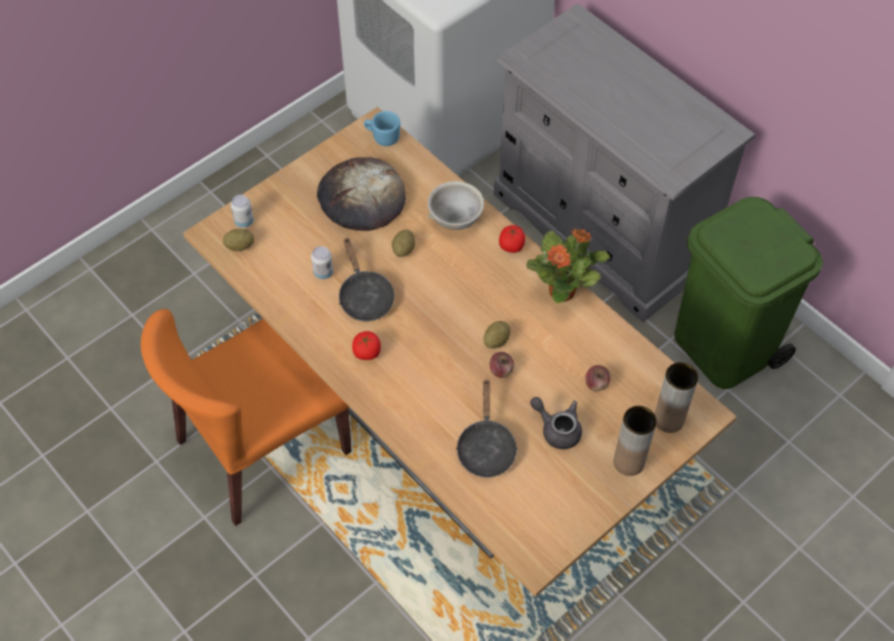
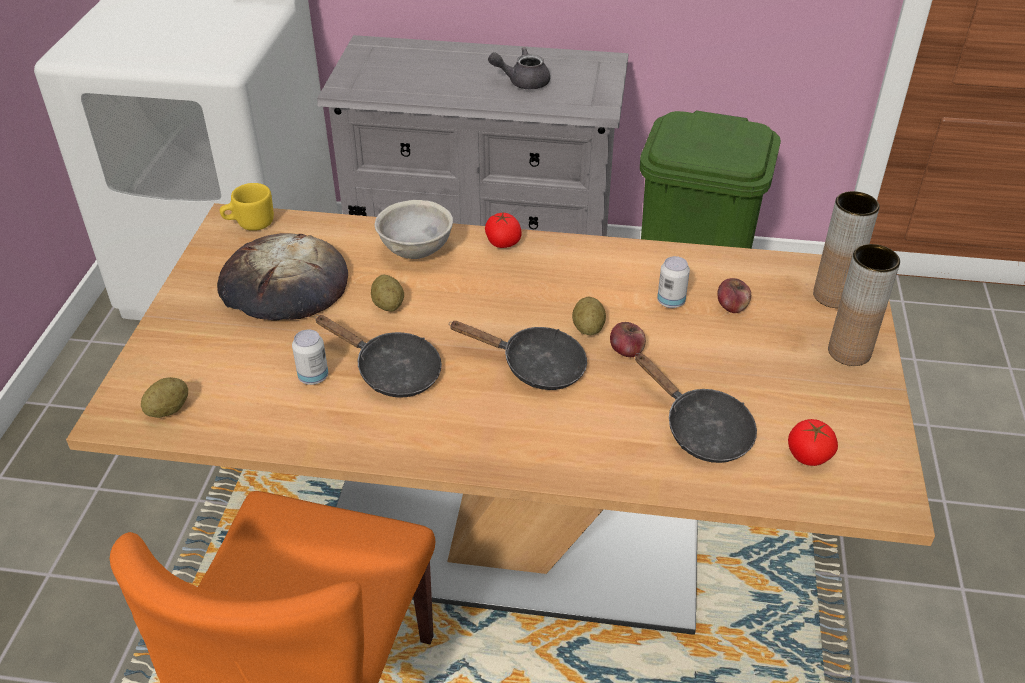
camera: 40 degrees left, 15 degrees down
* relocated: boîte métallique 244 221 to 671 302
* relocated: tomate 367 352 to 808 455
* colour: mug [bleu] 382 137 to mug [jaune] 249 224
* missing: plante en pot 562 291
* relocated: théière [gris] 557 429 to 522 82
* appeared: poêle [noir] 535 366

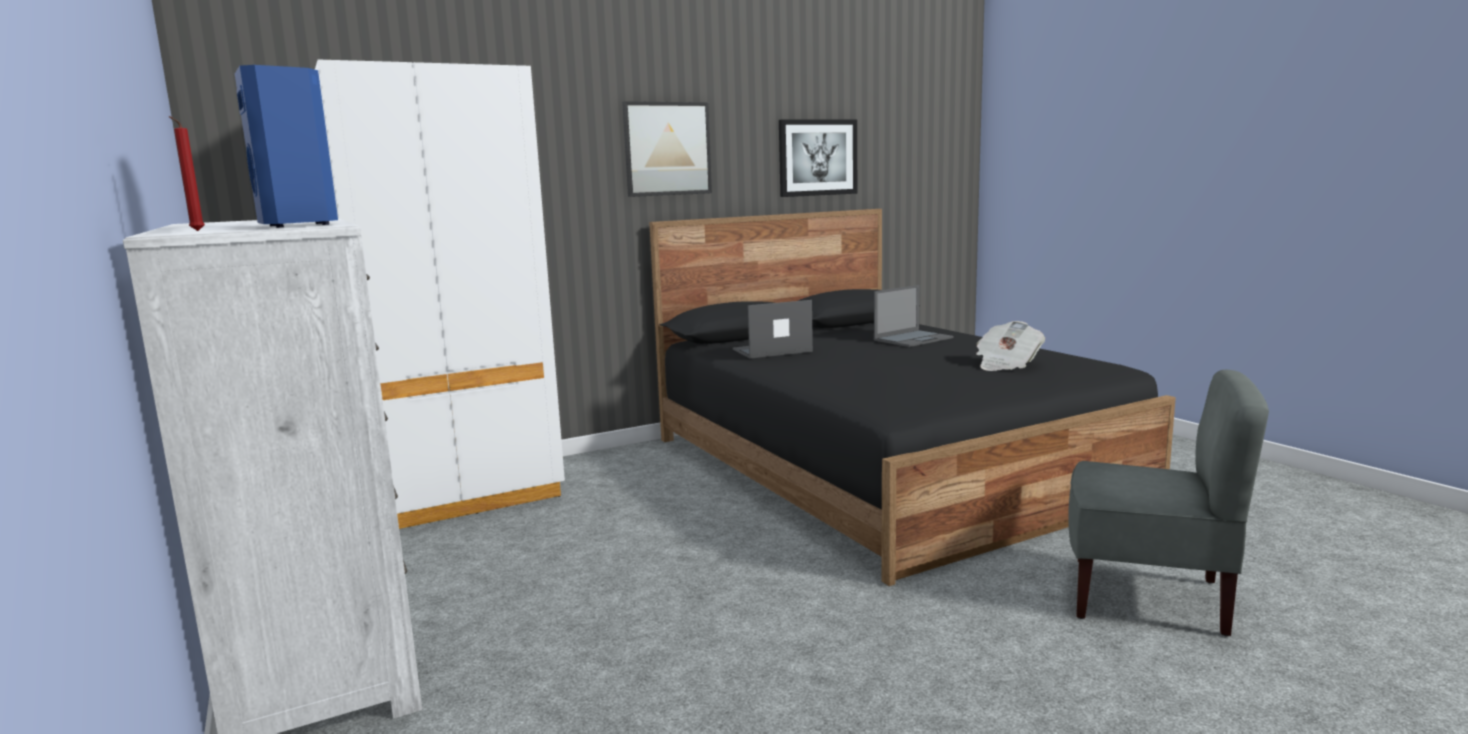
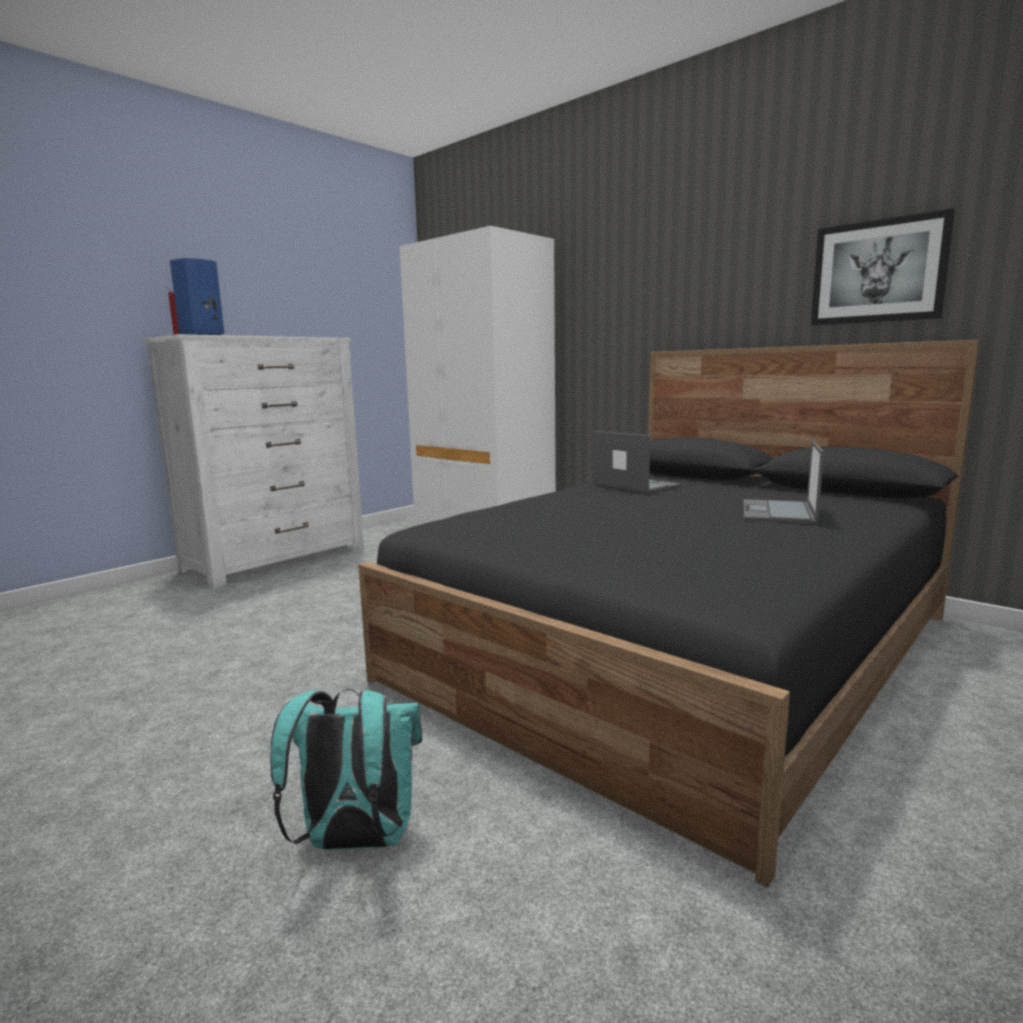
camera: 70 degrees right, 0 degrees up
* missing: tableau 667 149
* spun: ordinateur portable 913 339 = 778 512 75 degrees clockwise
* missing: journal 1006 365
* exchanged: chaise [gris] 1148 598 to sac à dos [turquoise] 355 841

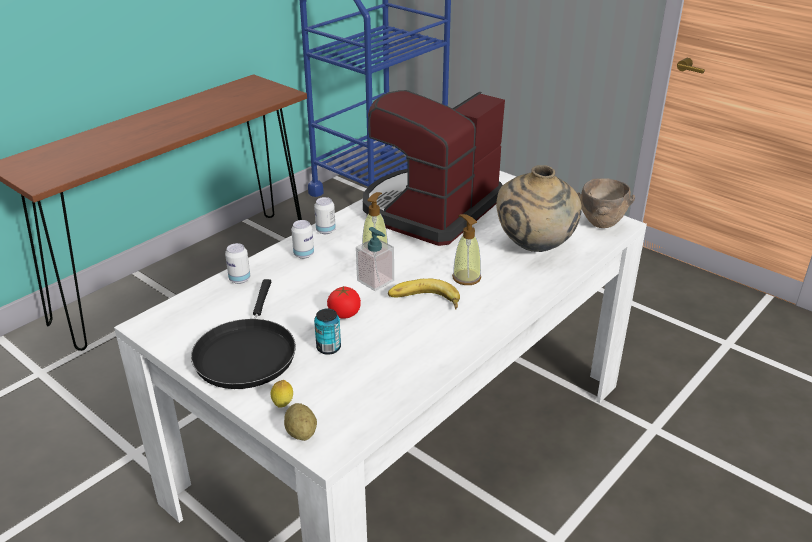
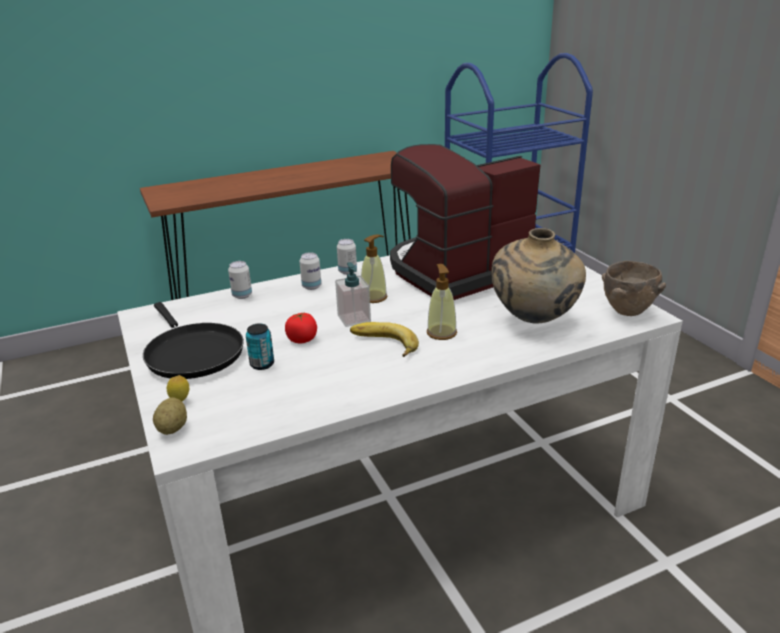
camera: 25 degrees right, 5 degrees down
* spun: poêle [noir] 246 353 = 192 353 60 degrees counterclockwise

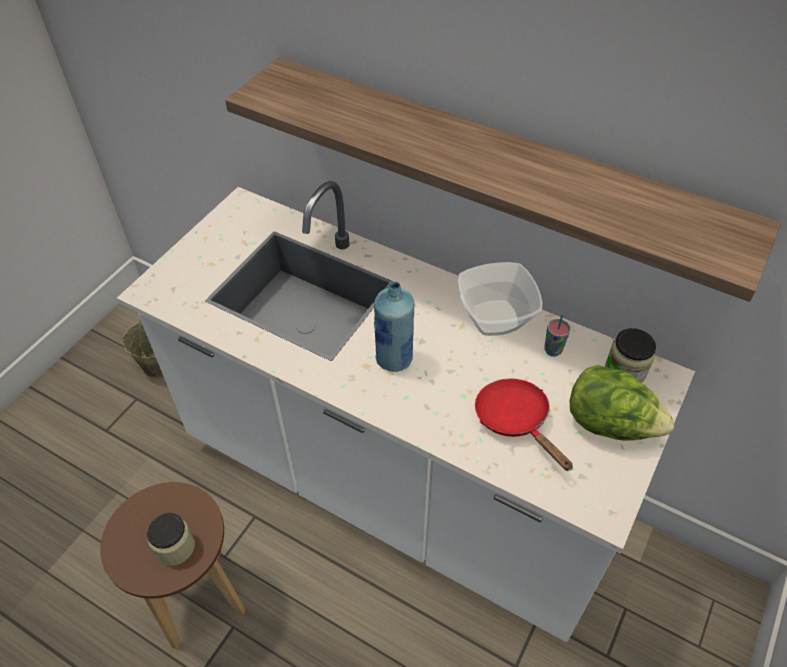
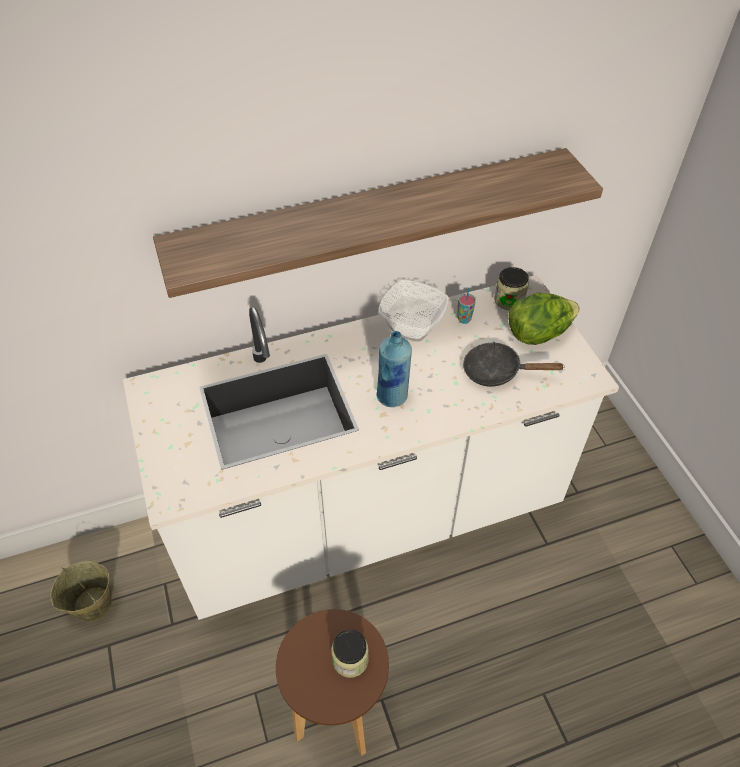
camera: 50 degrees left, 0 degrees up
* colour: poêle [rouge] 516 421 to poêle [noir] 497 371

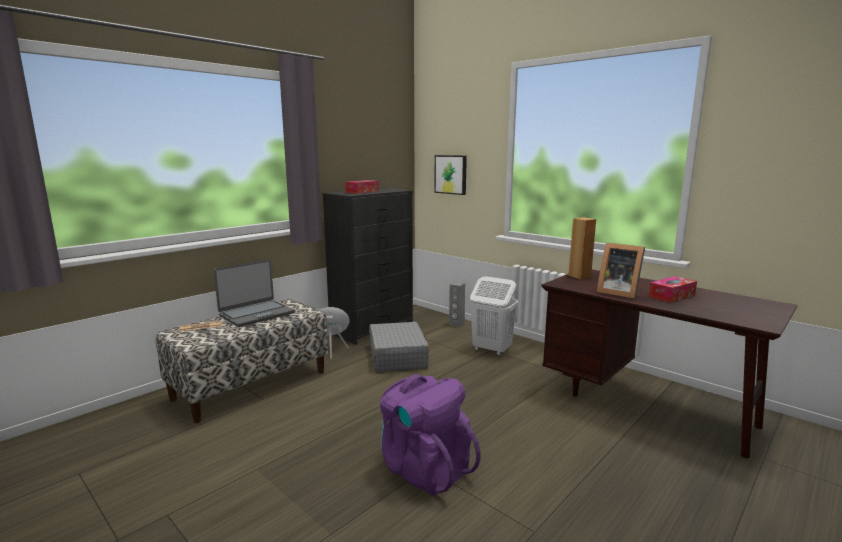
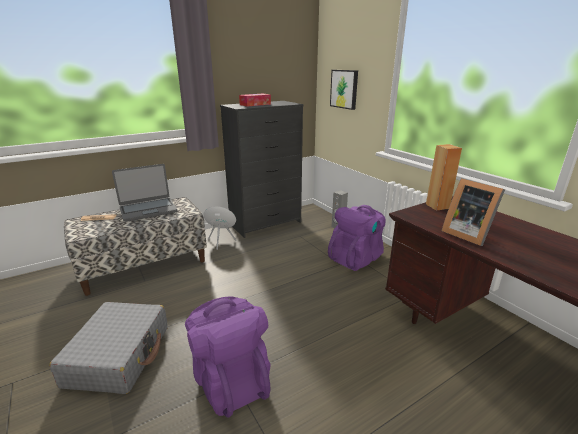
camera: 15 degrees right, 10 degrees up
* relocated: valise [gris] 397 356 to 119 355
* exchanged: panier à linge [blanc] 491 350 to sac à dos [violet] 356 258
* missing: boîte à mouchoirs 671 296

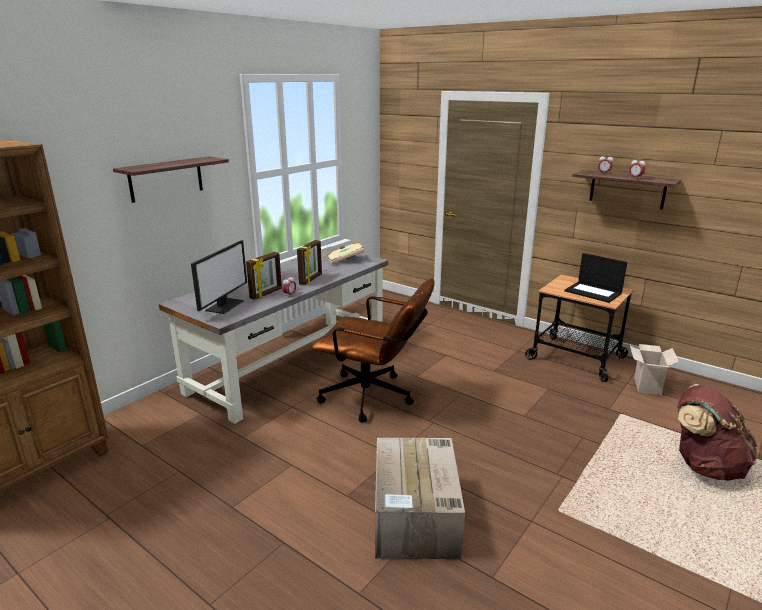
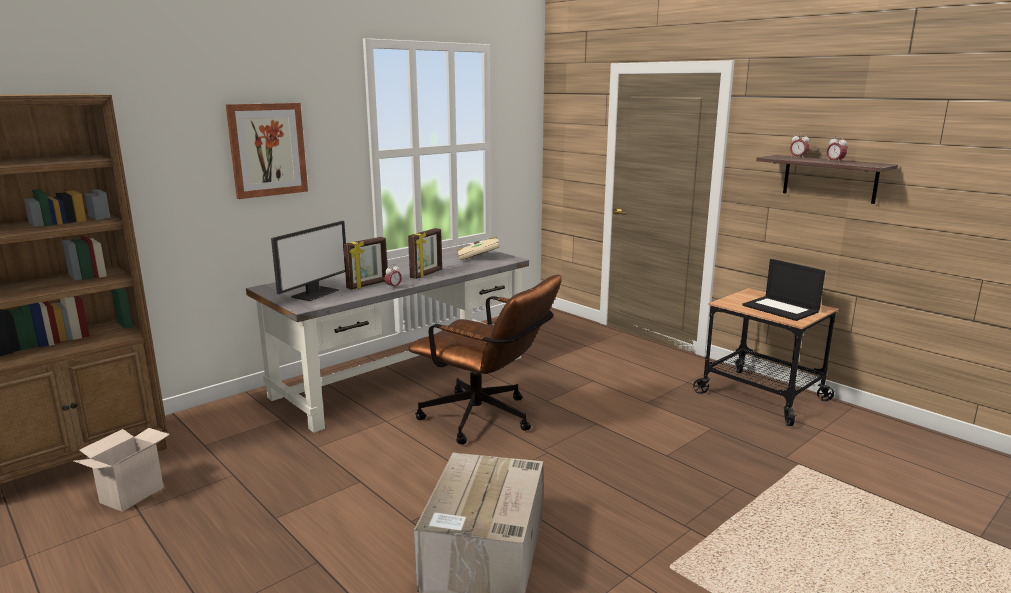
camera: 10 degrees right, 5 degrees down
* exchanged: étagère 166 179 to tableau 267 150
* relocated: carton 646 385 to 132 494
* missing: sac à dos [marron] 704 465

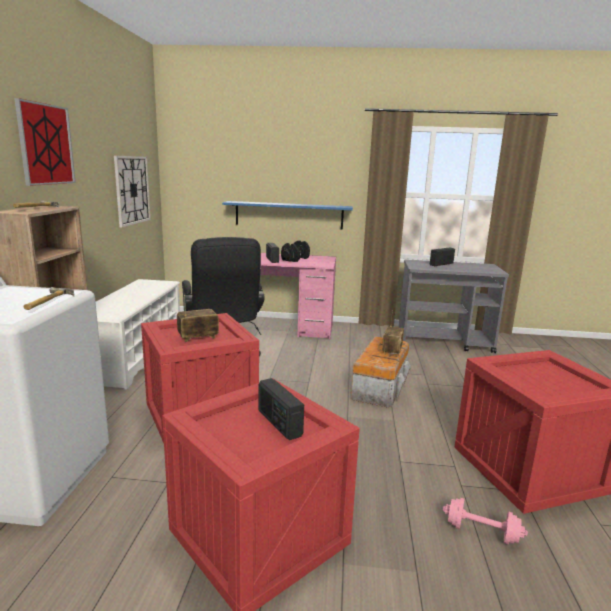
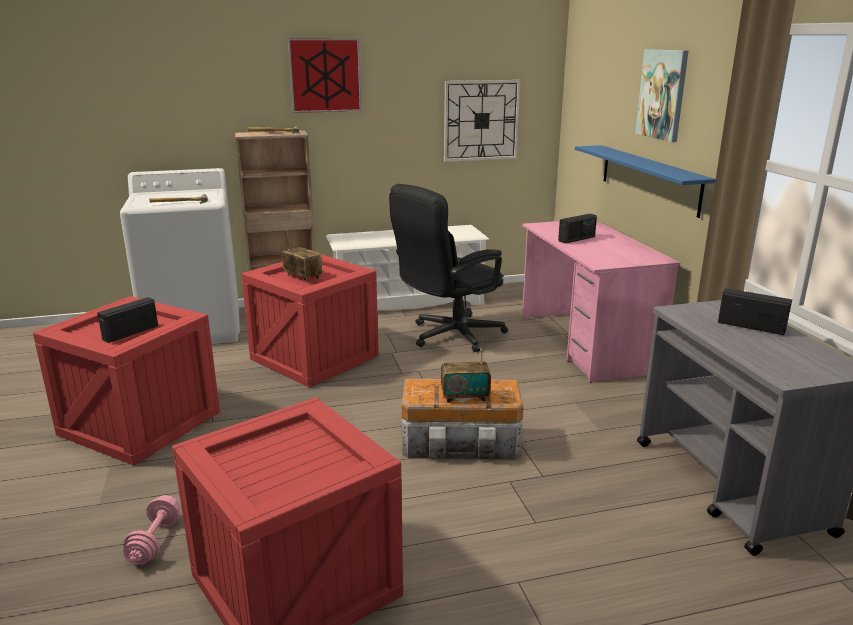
camera: 70 degrees right, 5 degrees up
* missing: haltère [noir] 295 259
* appeared: tableau 662 94

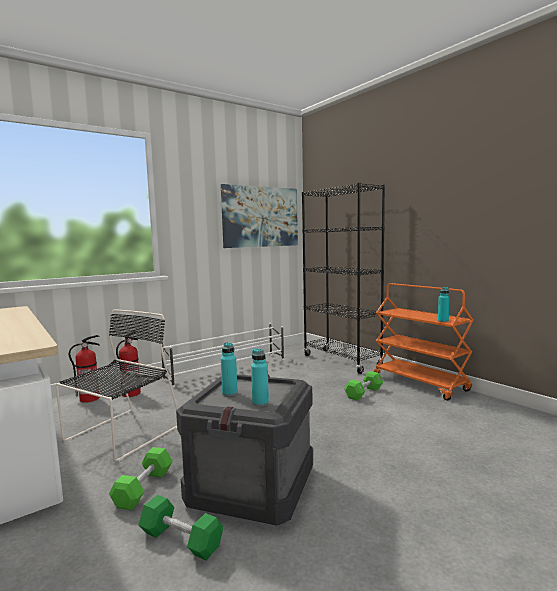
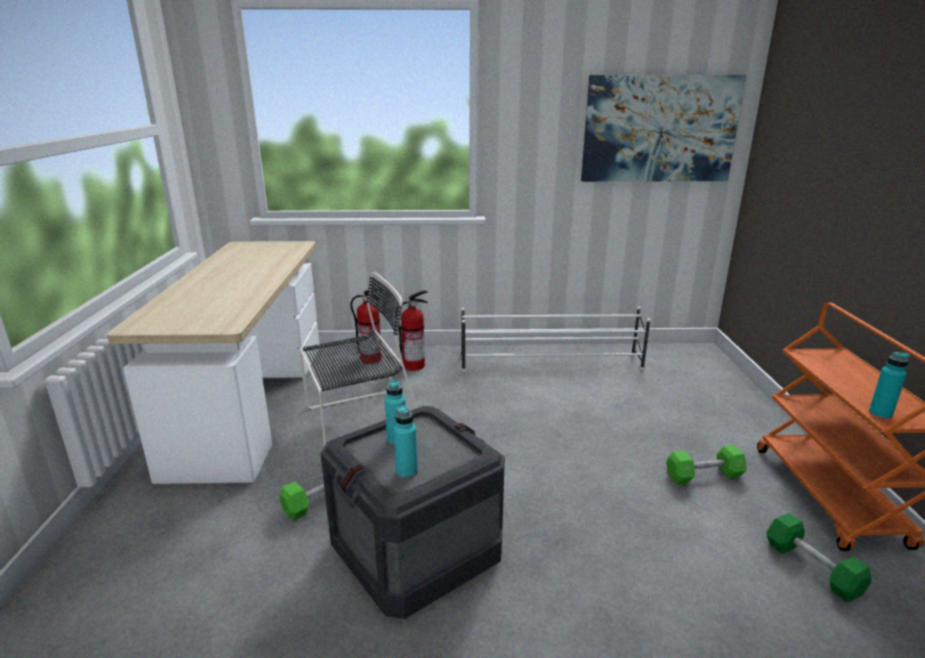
camera: 35 degrees right, 15 degrees up
* relocated: haltère [vert] 181 540 to 812 568
* missing: bibliothèque [noir] 342 361

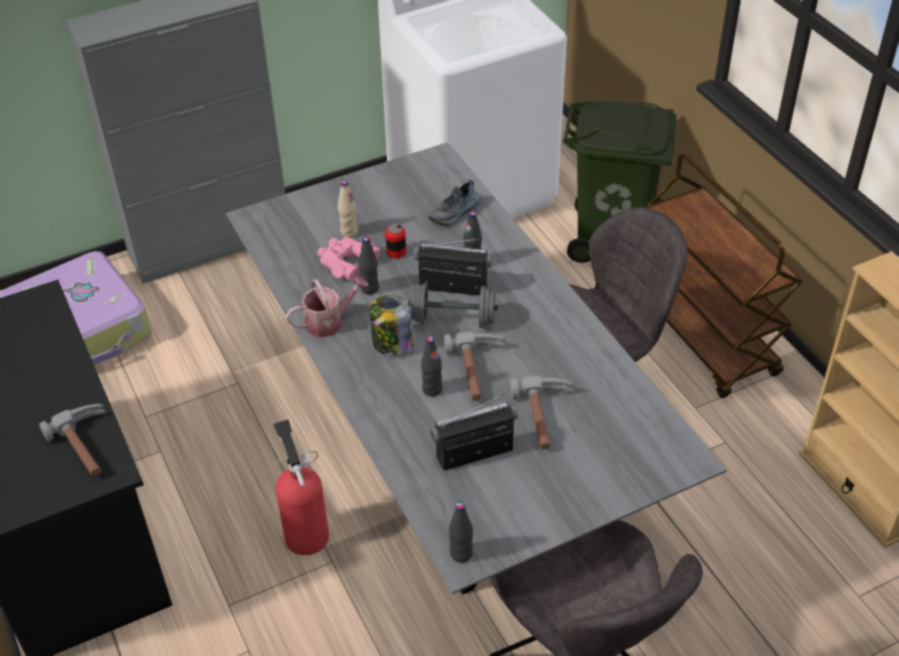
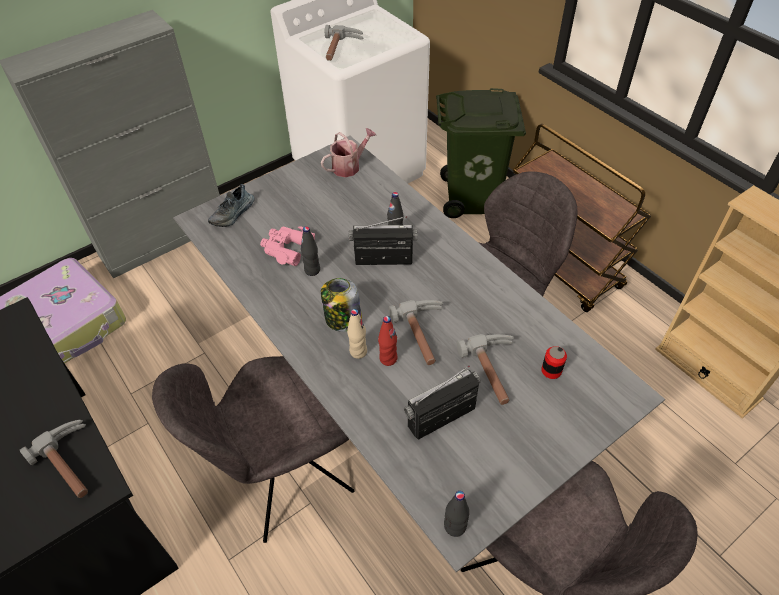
camera: 10 degrees left, 5 degrees up
* exchanged: extincteur 305 532 to chaise [gris] 283 479
* relocated: arrosoir 329 321 to 349 166
* relocated: bouteille [beige] 349 232 to 358 351
* relocated: boîte métallique 396 252 to 551 371
* missing: haltère [gris] 453 320
* colour: bouteille [noir] 432 389 to bouteille [rouge] 388 359
* relocated: chaussure 455 213 to 233 214
* appeared: marteau 341 49

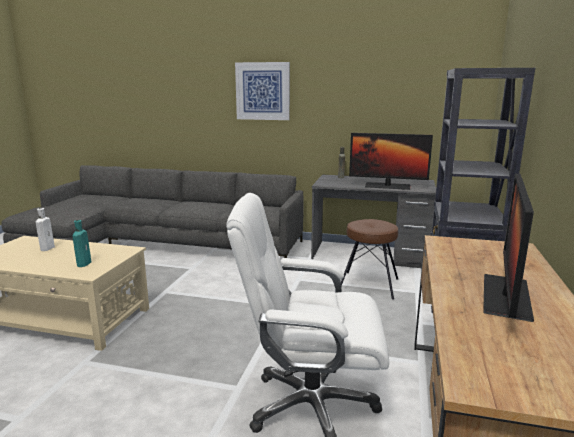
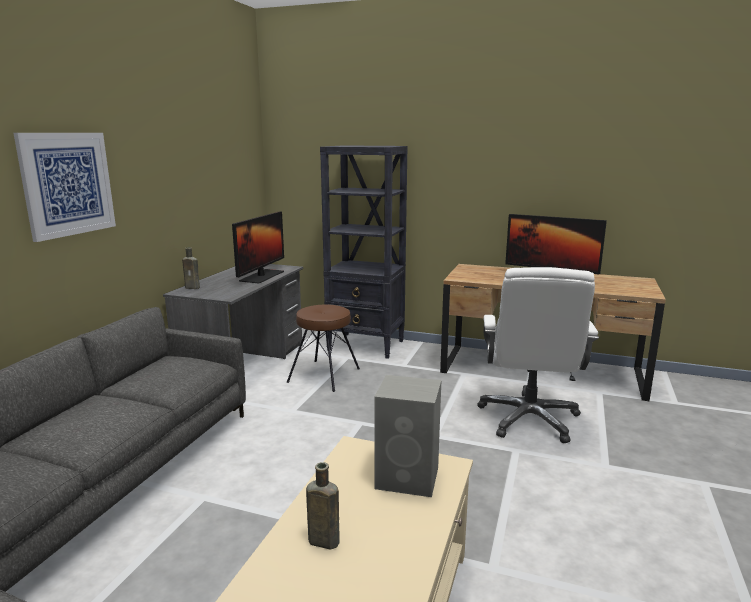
camera: 85 degrees left, 0 degrees up
* colour: bouteille [blanc] 48 248 to bouteille [marron] 321 541
* exchanged: bouteille [turquoise] 84 263 to enceinte [gris] 409 478

